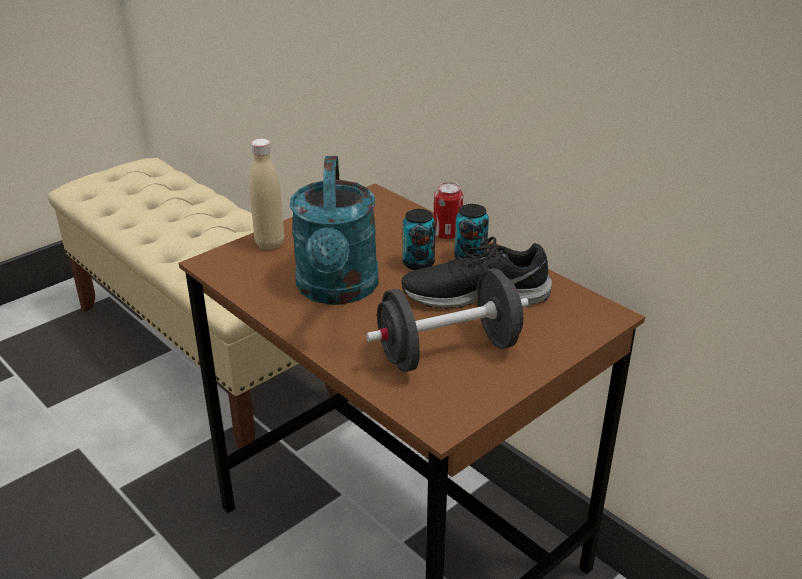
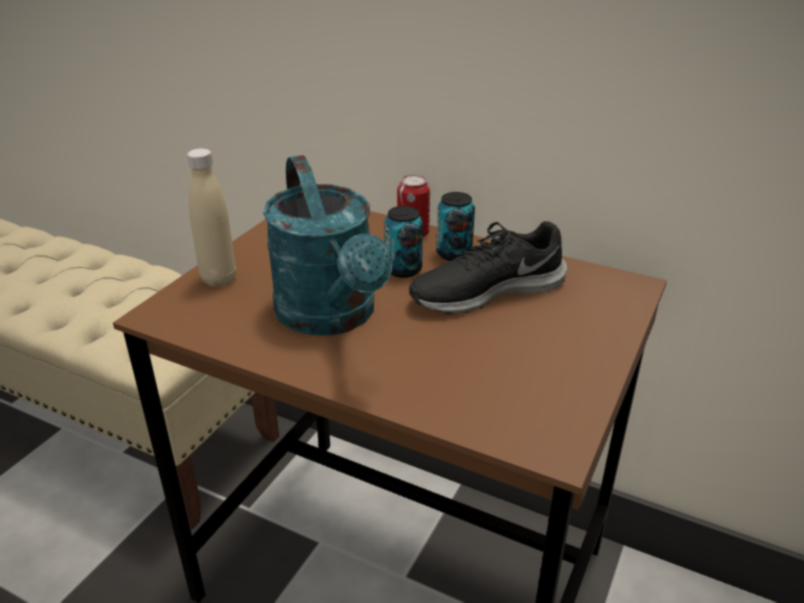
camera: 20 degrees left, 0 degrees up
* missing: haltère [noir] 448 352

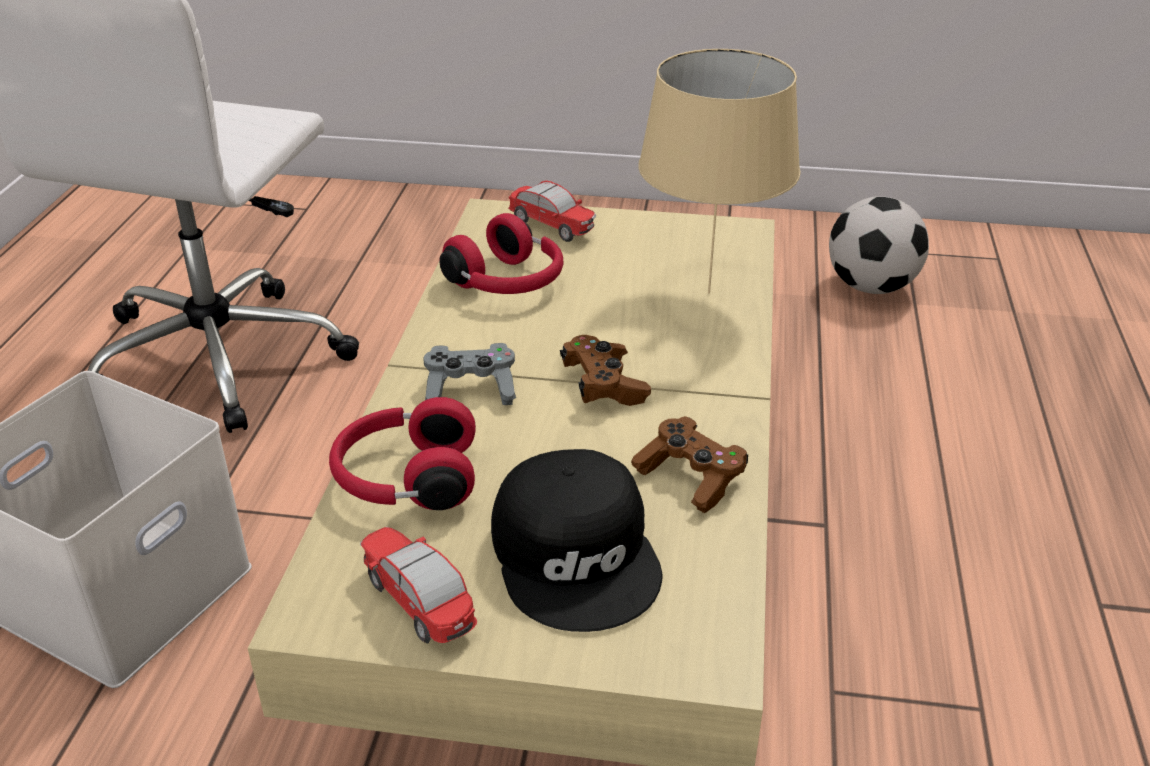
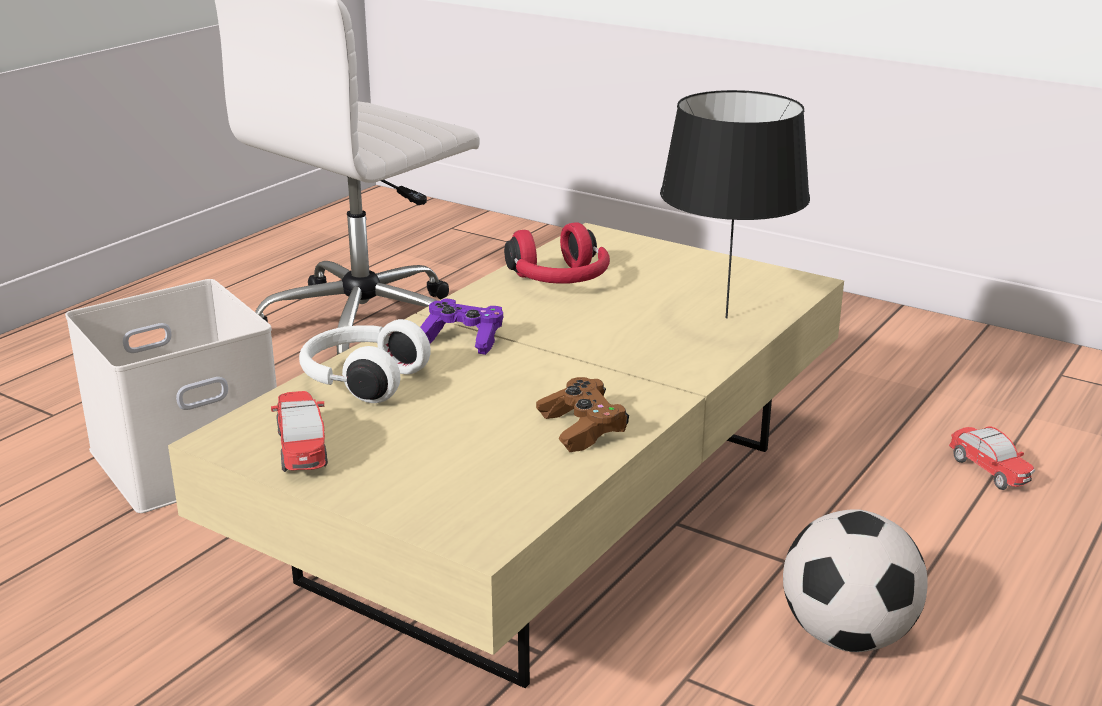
camera: 25 degrees right, 10 degrees down
* colour: casque audio [rouge] 405 480 to casque audio [blanc] 361 380
* colour: manette [gris] 471 390 to manette [violet] 463 340
* missing: casquette [noir] 578 554
* relocated: petite voiture 551 227 to 988 471
* missing: manette [marron] 604 385
* colour: lampe de table [beige] 708 291 to lampe de table [noir] 726 317
* relocated: ballon de foot 870 287 to 846 636

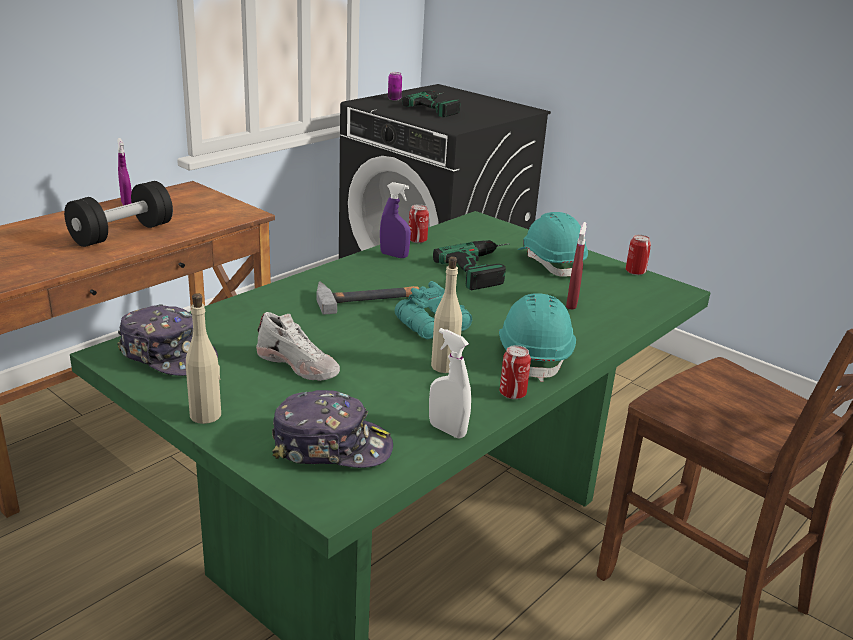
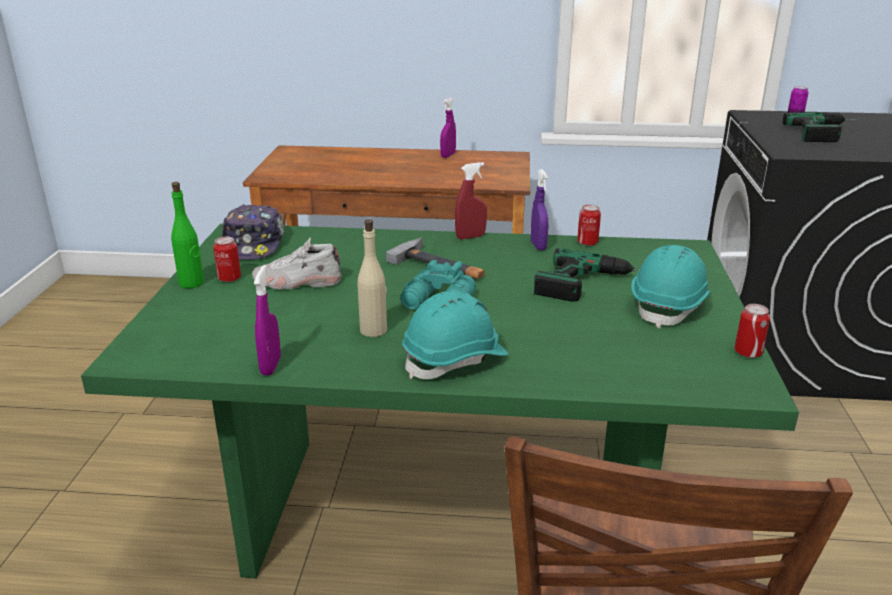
camera: 55 degrees right, 0 degrees up
* missing: haltère [noir] 122 234
* colour: bouteille [beige] 206 415 to bouteille [vert] 192 283
* spun: chaussure [blanc] 299 365 = 297 282 90 degrees clockwise
* missing: casquette 331 446
* colour: vaporisateur [blanc] 447 430 to vaporisateur [violet] 270 366
* relocated: boîte métallique 512 394 to 229 278
* relocated: vaporisateur [rouge] 572 303 to 470 237

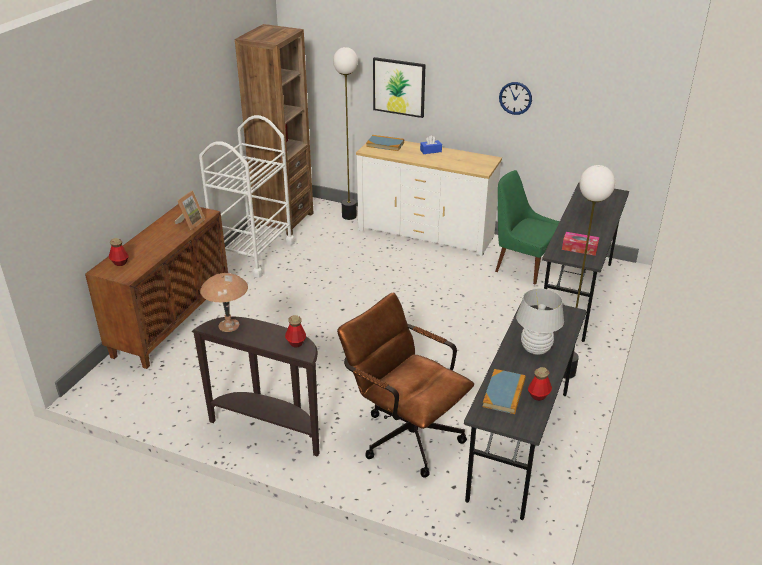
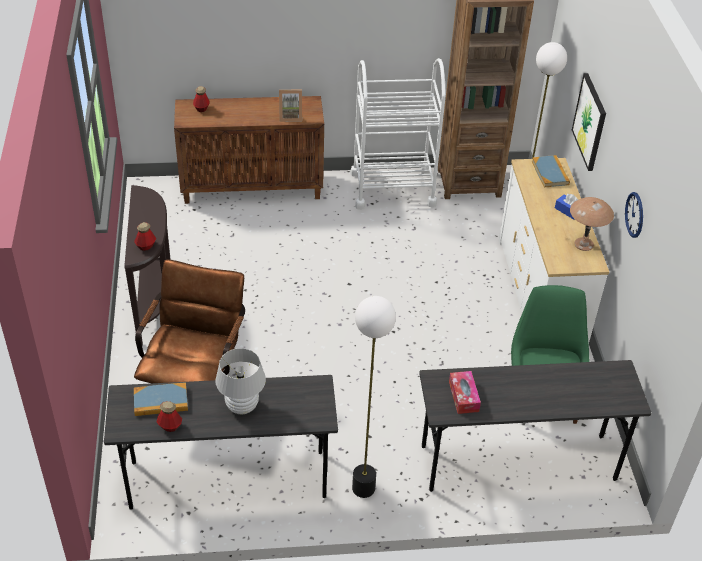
camera: 60 degrees right, 10 degrees up
* relocated: lampe de table [marron] 229 325 to 584 244

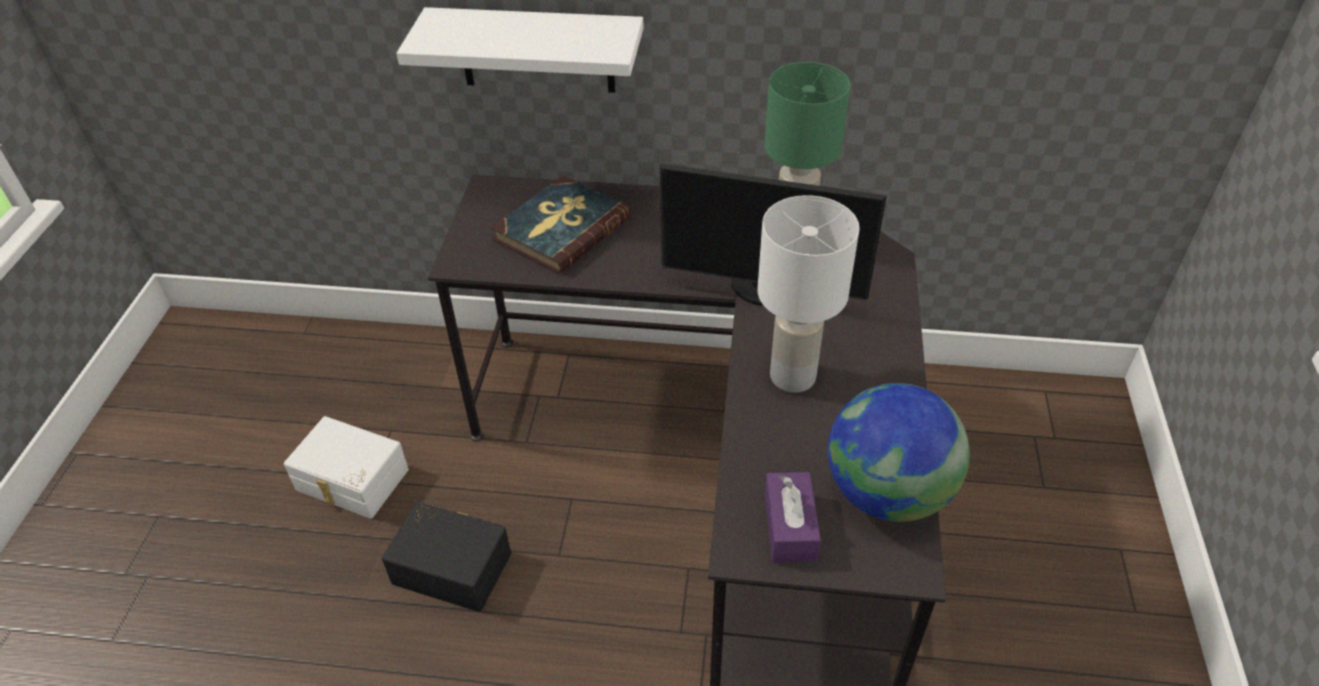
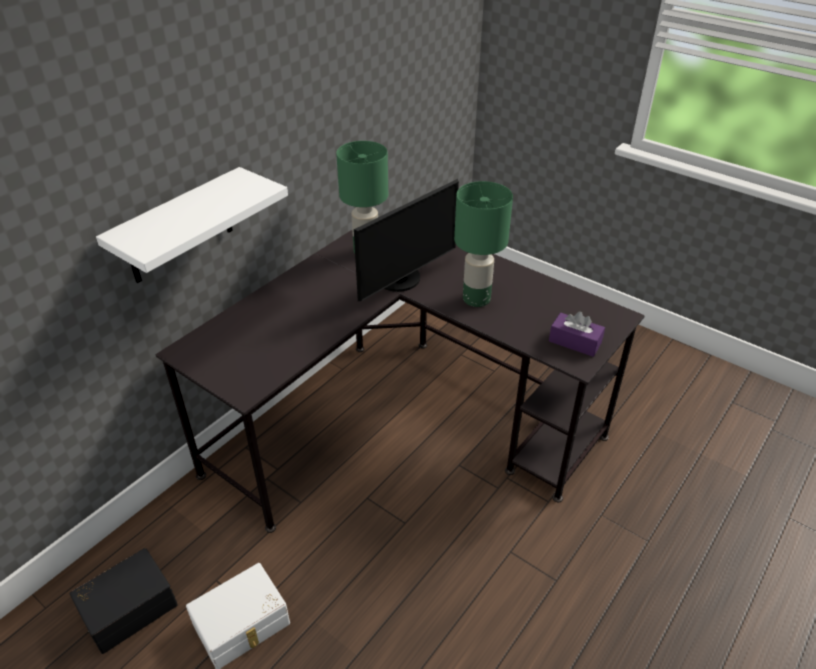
camera: 60 degrees left, 5 degrees down
* relocated: boîte de rangement [noir] 453 565 to 128 607
* missing: livre 561 228
* colour: lampe de table [blanc] 794 377 to lampe de table [vert] 477 298
* missing: globe 887 492

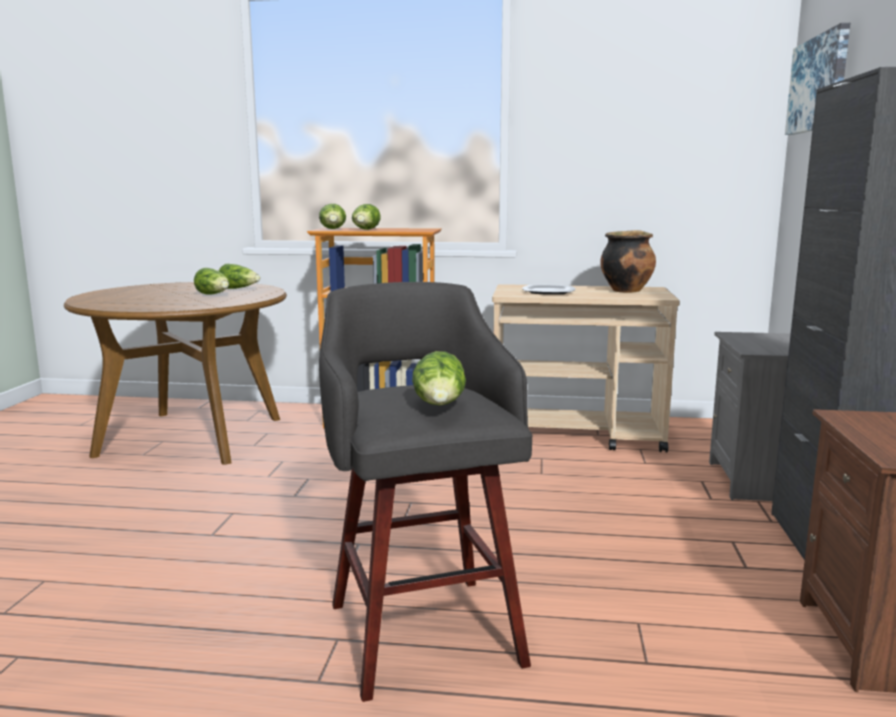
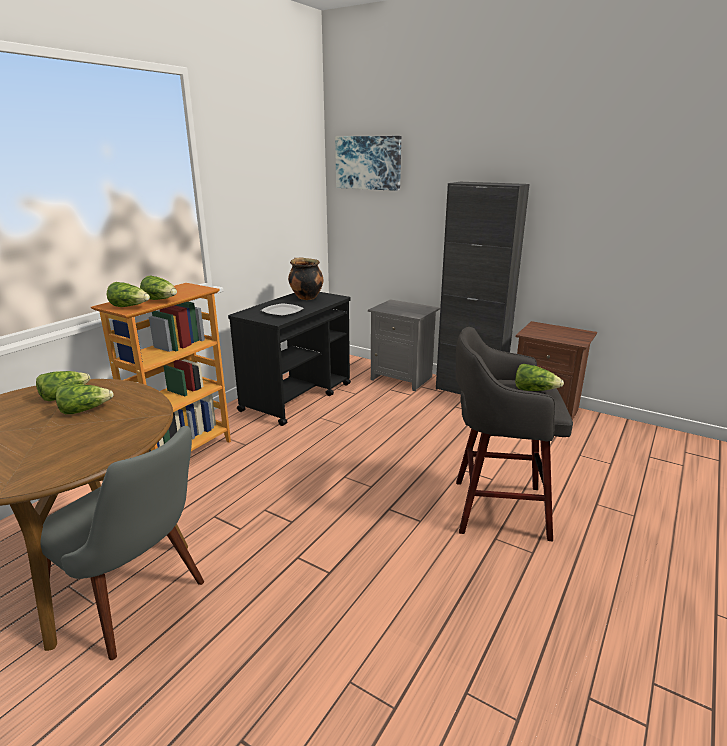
camera: 65 degrees left, 10 degrees up
* colour: chariot [beige] 577 435 to chariot [noir] 297 397
* appeared: chaise [gris] 139 602

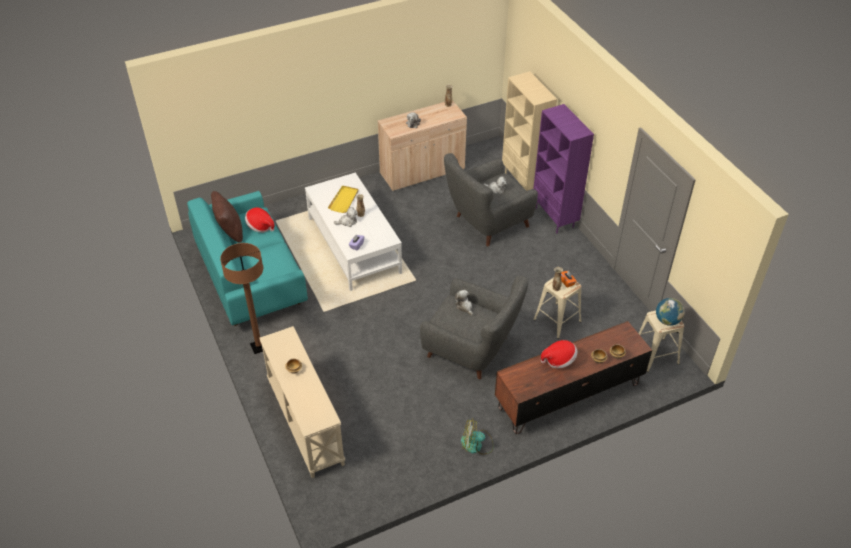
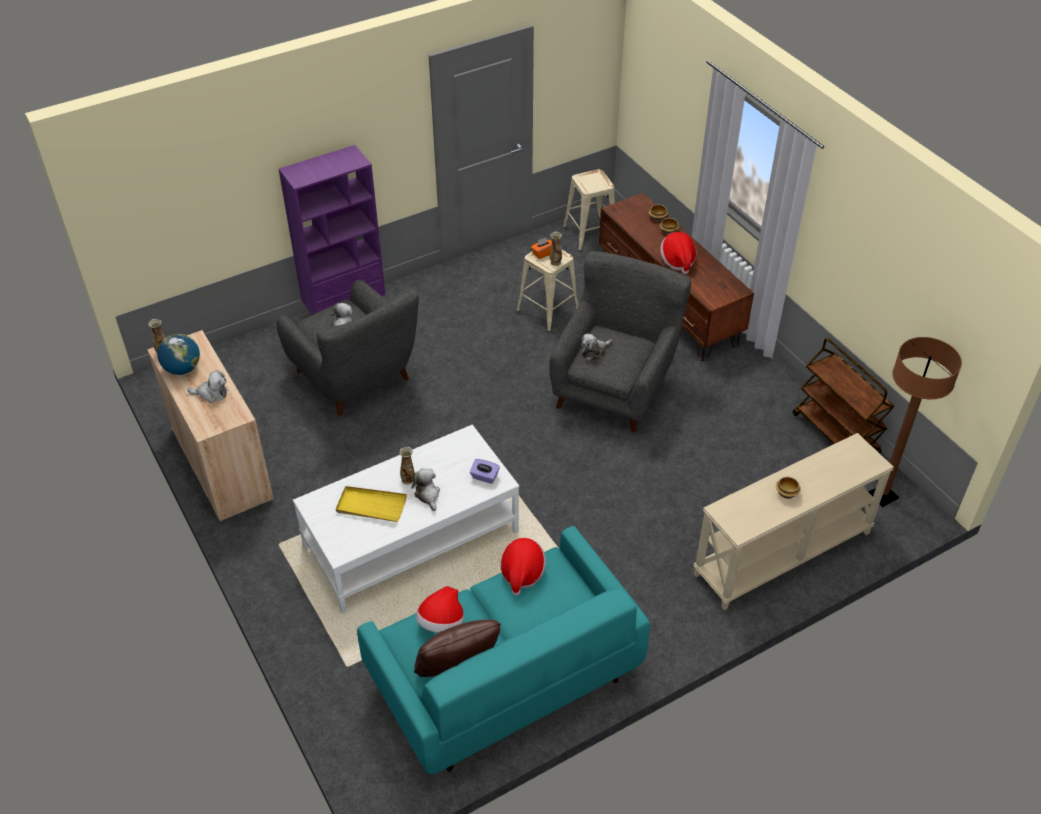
camera: 95 degrees left, 0 degrees up
* relocated: lampadaire [marron] 259 347 to 883 496
* missing: ventilateur 476 445
* missing: bibliothèque [beige] 523 183
* relocated: globe 667 320 to 182 369
* appeared: chapeau 522 573
* appeared: chariot [marron] 836 435

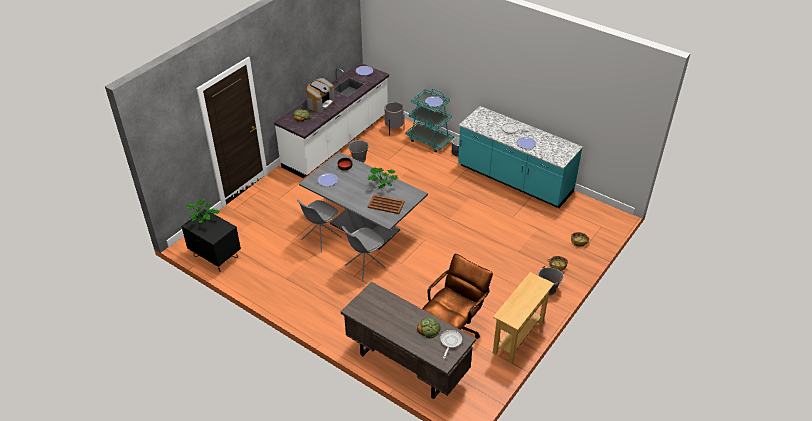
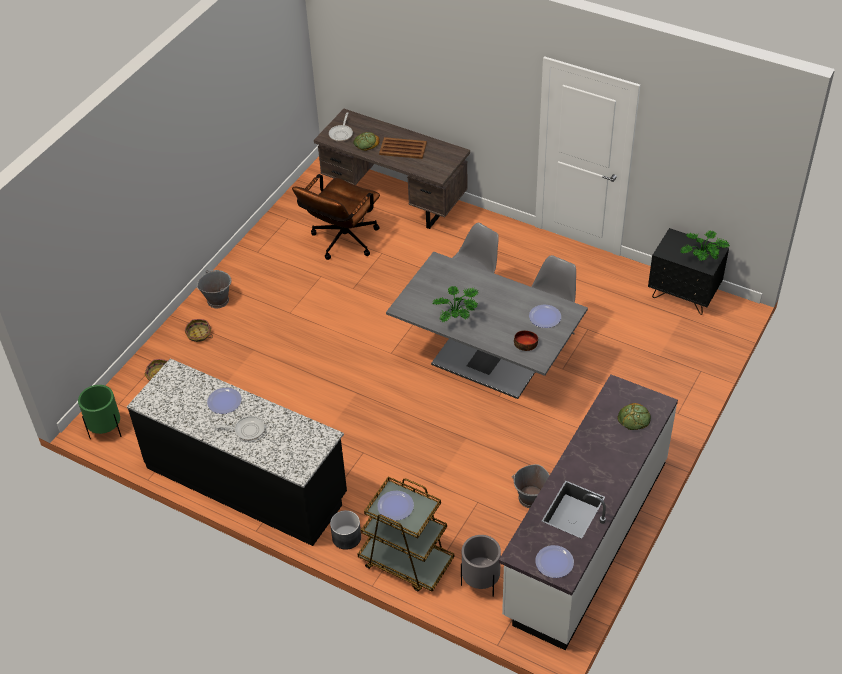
camera: 175 degrees right, 5 degrees up
* missing: machine à café 320 103
* relocated: plateau [marron] 385 204 to 403 149
* colour: chariot [turquoise] 429 140 to chariot [marron] 405 562
* colour: comptoir de cuisine [turquoise] 514 180 to comptoir de cuisine [noir] 246 481
* missing: table console [beige] 518 337
* appeared: cache-pot [vert] 106 430

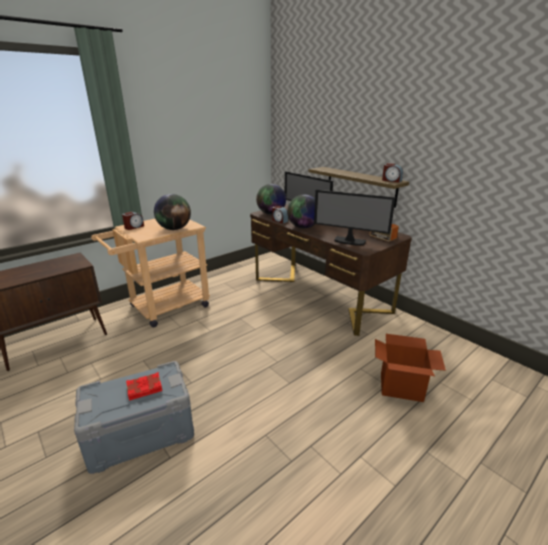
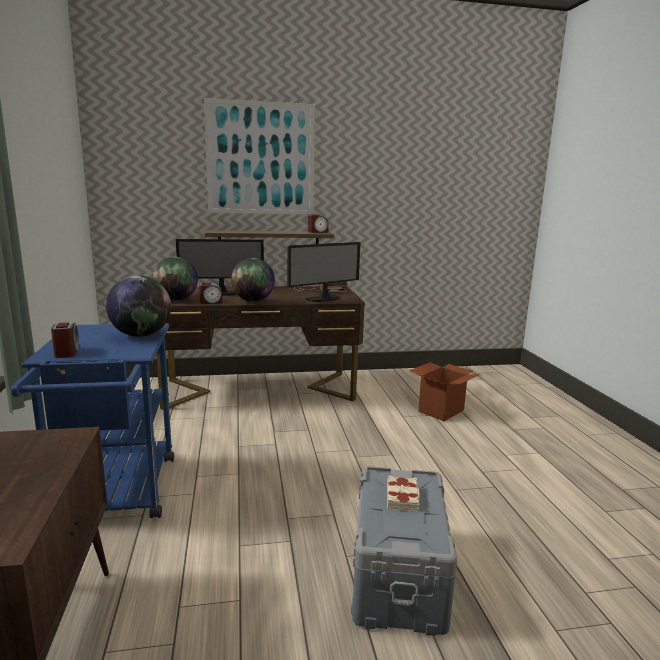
camera: 60 degrees left, 10 degrees down
* colour: chariot [beige] 163 308 to chariot [bleu] 115 497
* colour: livre [rouge] 144 389 to livre [beige] 402 497
* appeared: tableau 260 159

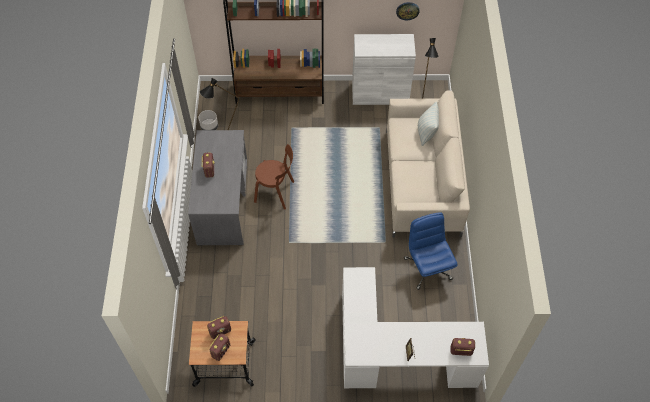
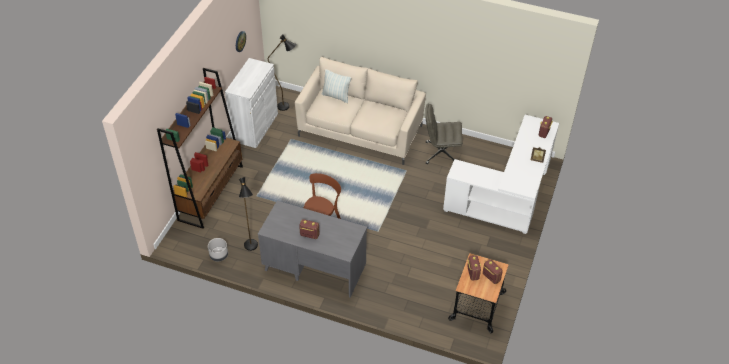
camera: 70 degrees left, 10 degrees down
* colour: chaise de bureau [bleu] 427 268 to chaise de bureau [gris] 441 153

